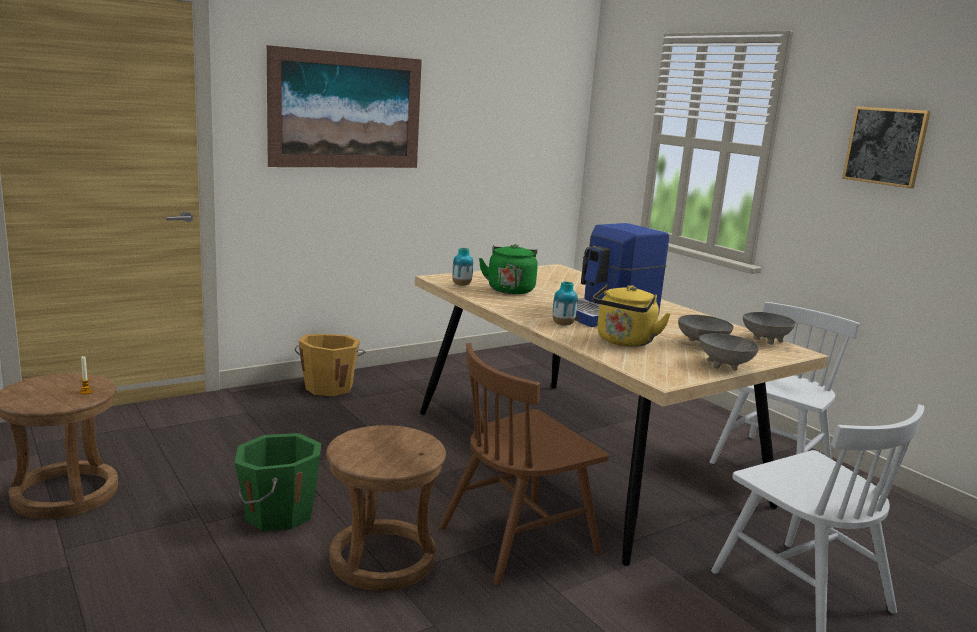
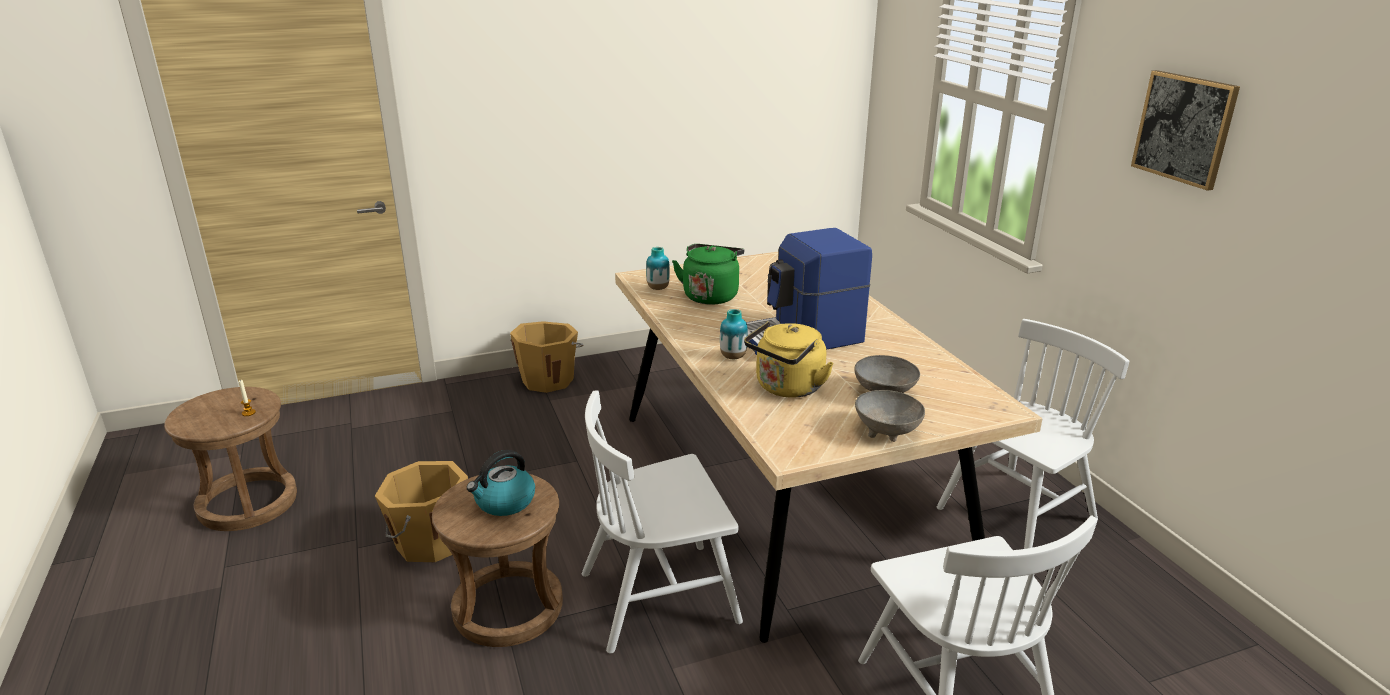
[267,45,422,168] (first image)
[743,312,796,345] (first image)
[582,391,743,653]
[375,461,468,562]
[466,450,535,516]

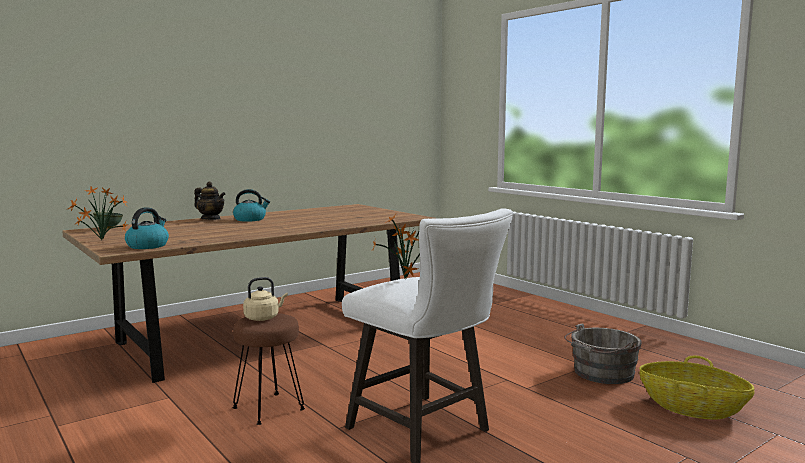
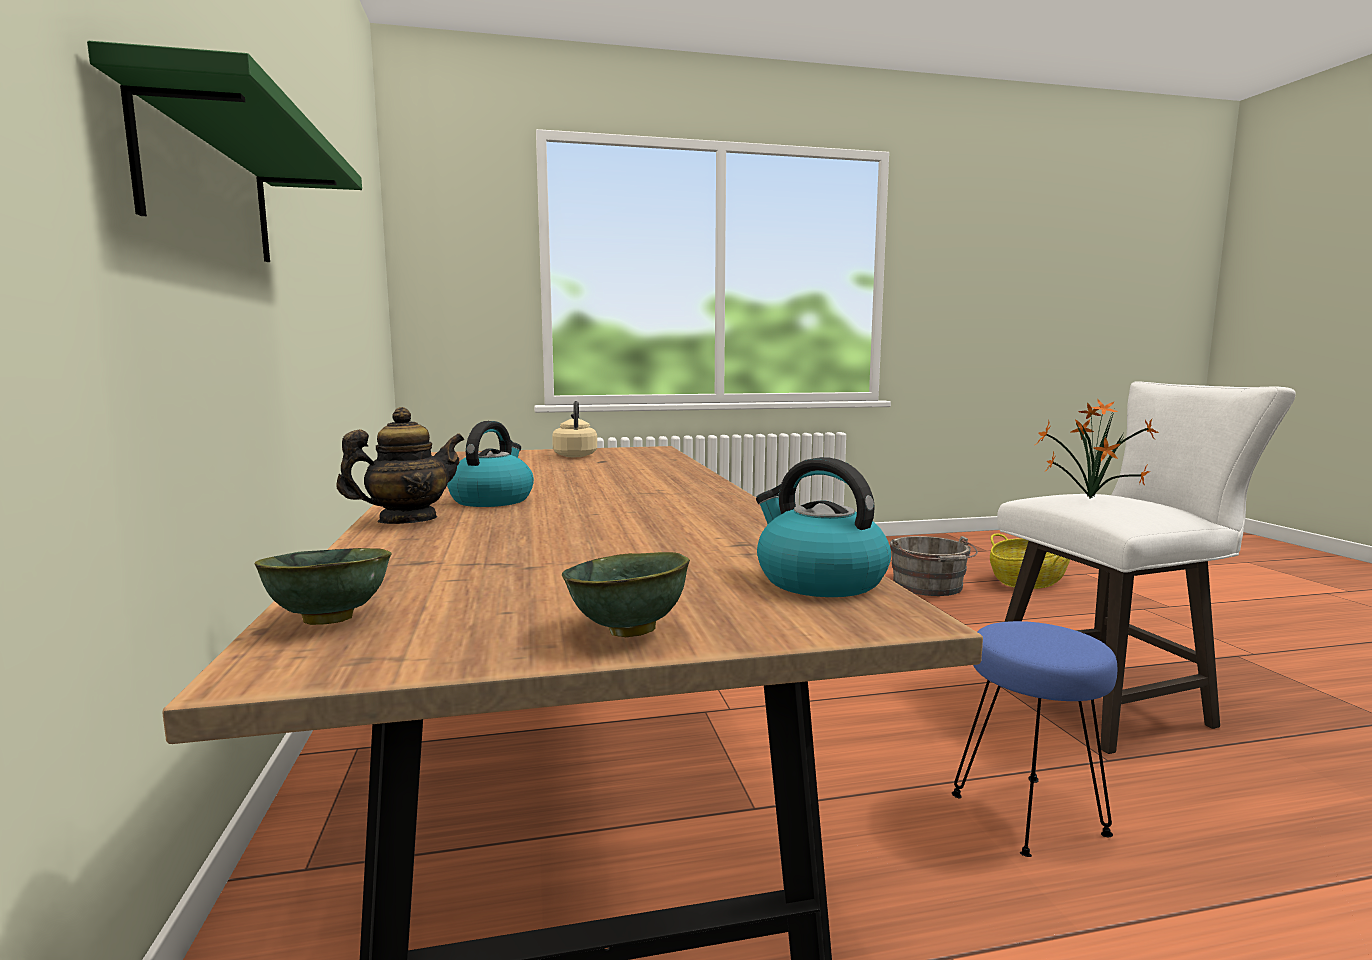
[562,552,690,637]
[552,401,597,457]
[952,621,1117,857]
[87,41,362,262]

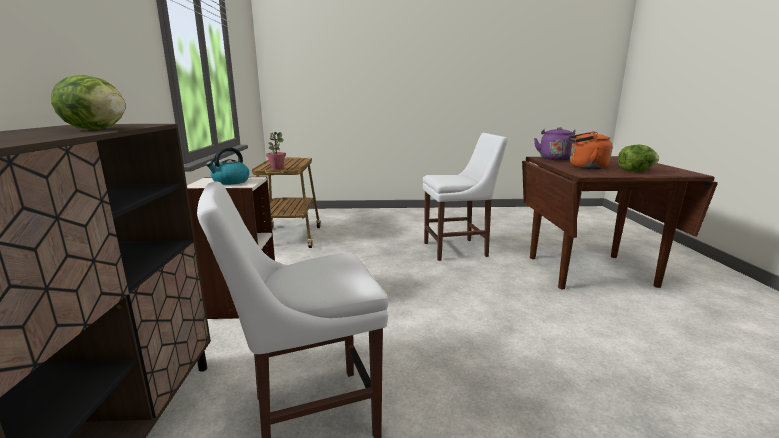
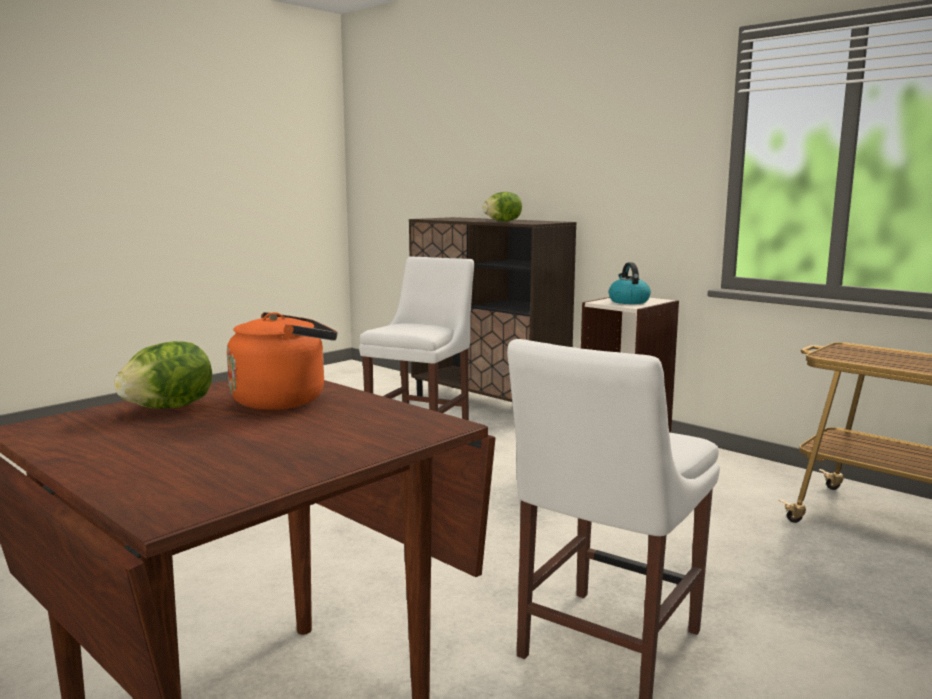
[534,127,576,160] (first image)
[266,132,286,170] (first image)

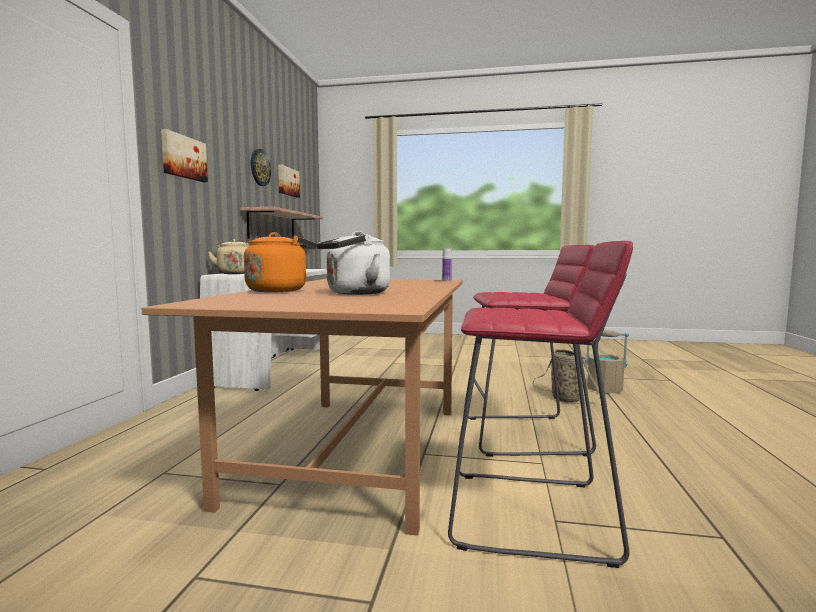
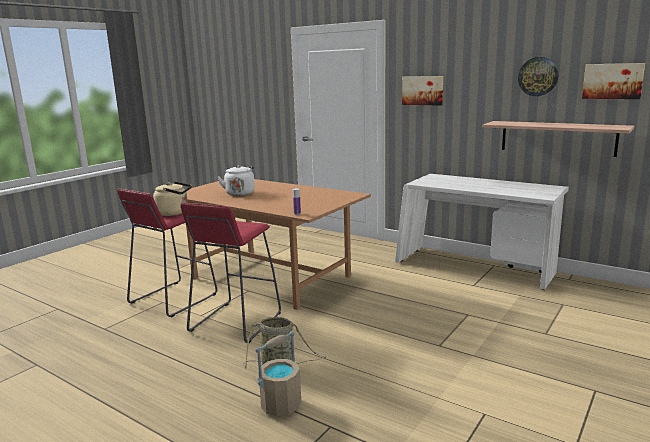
[244,232,317,292] (first image)
[153,181,192,216]

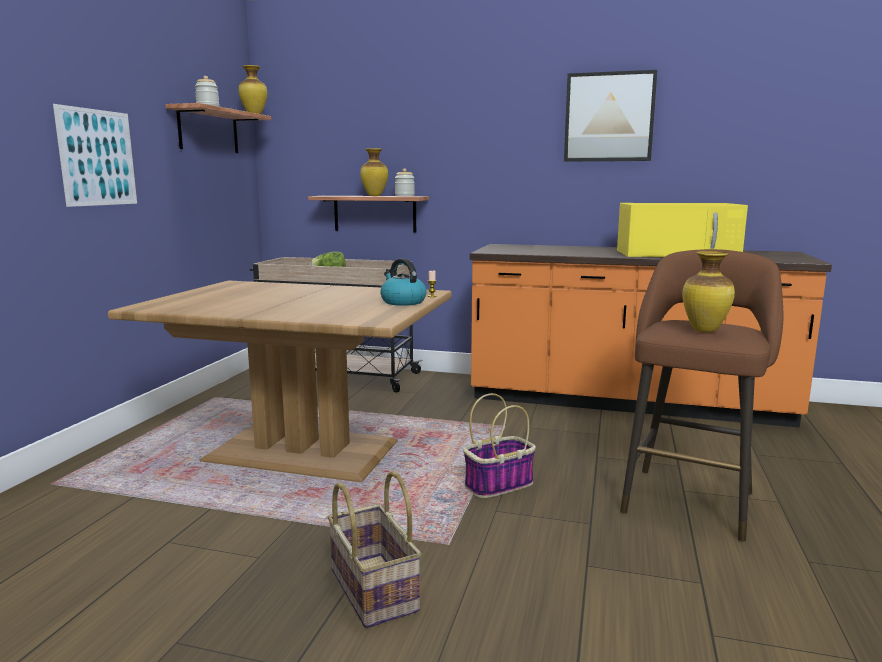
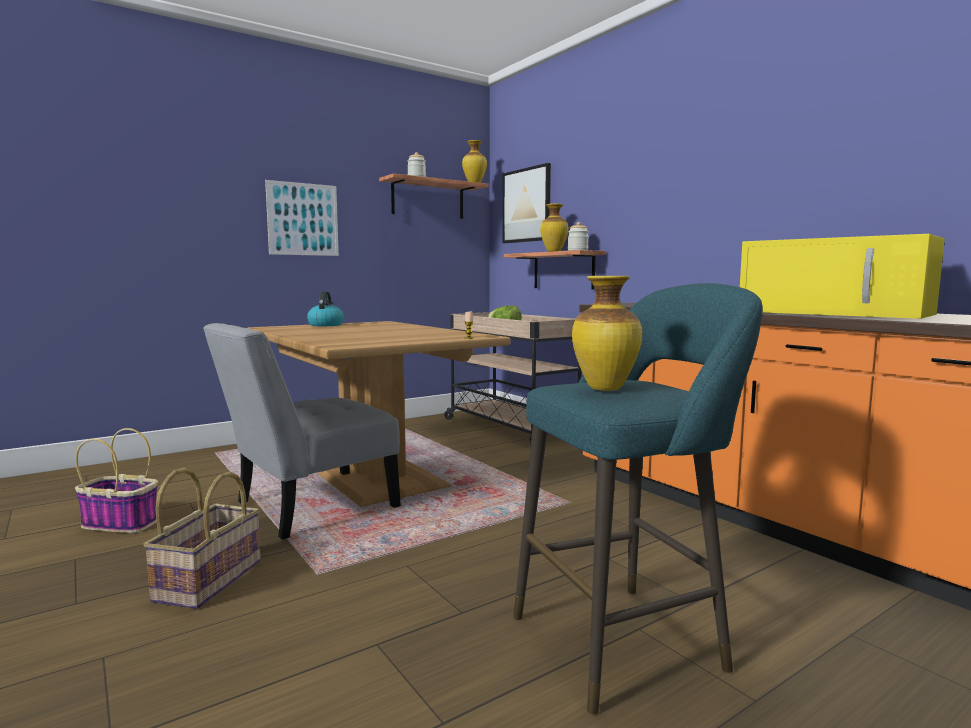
[503,163,551,243]
[513,283,763,714]
[307,291,344,326]
[75,428,158,533]
[203,323,401,539]

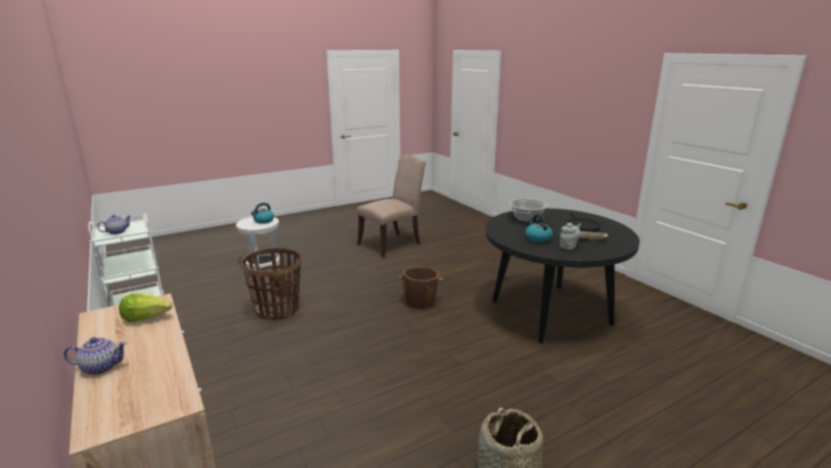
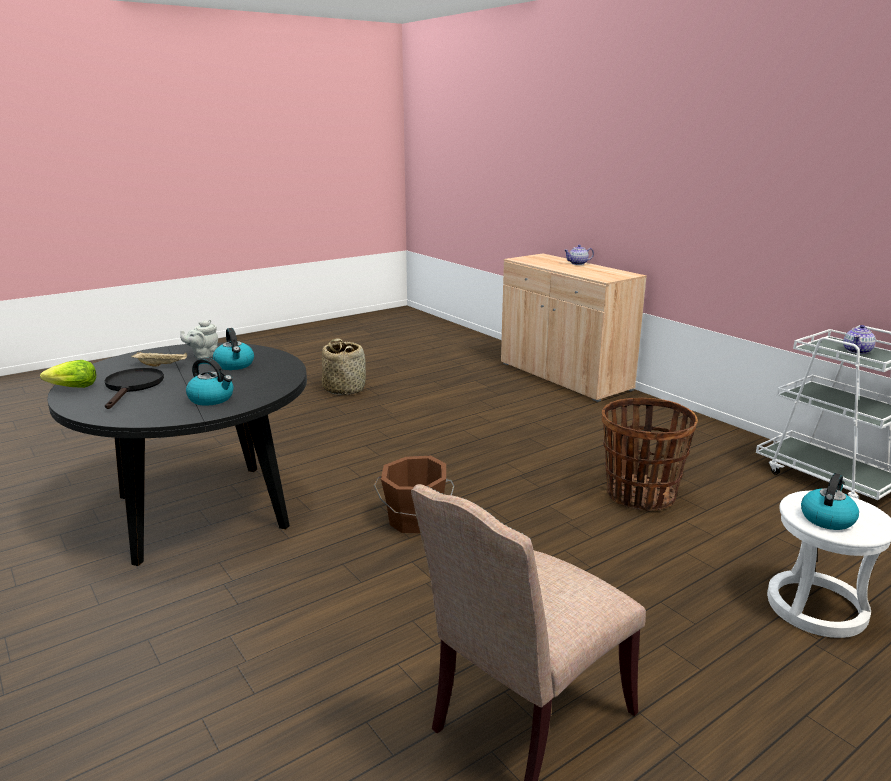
[186,357,233,406]
[40,360,97,388]

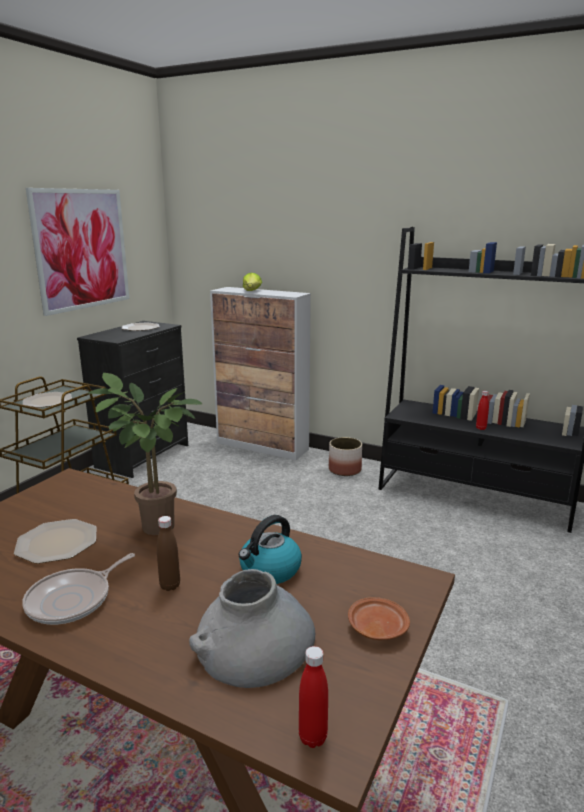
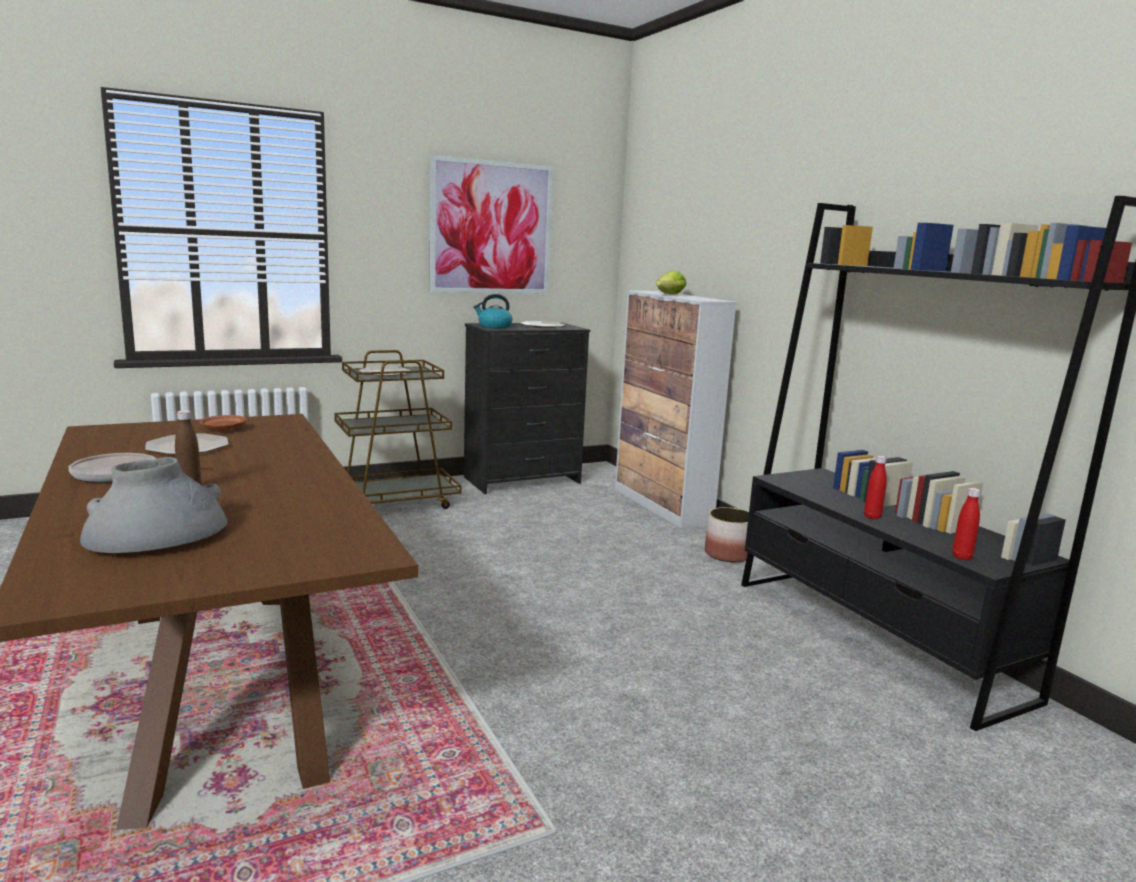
[87,373,202,535] (first image)
[473,294,512,328]
[199,415,247,431]
[952,488,981,560]

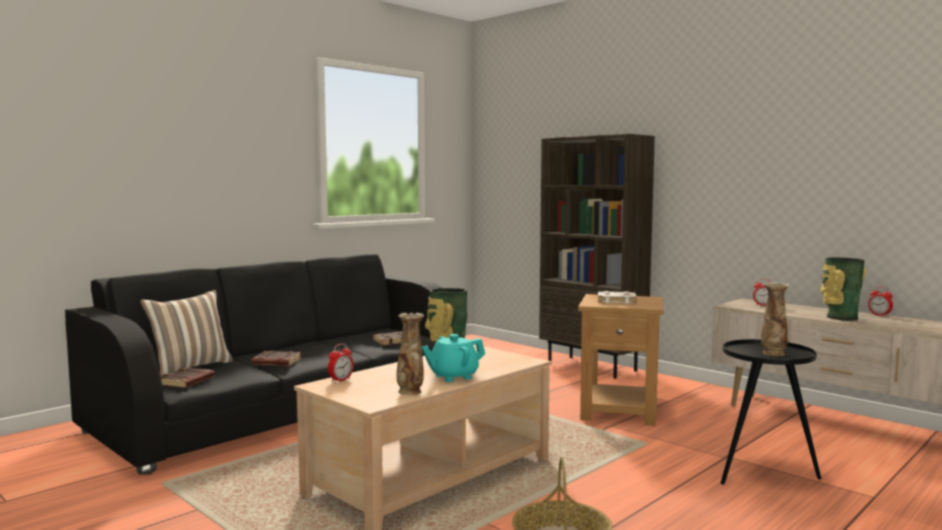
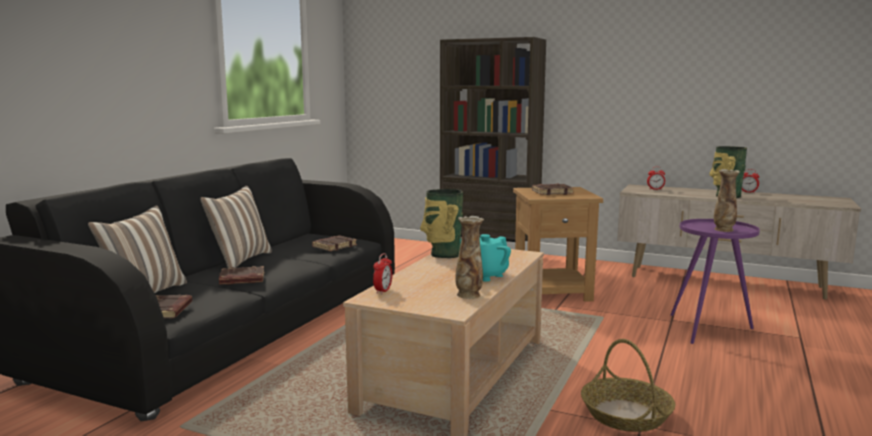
[532,184,574,195]
[671,219,760,344]
[200,186,272,268]

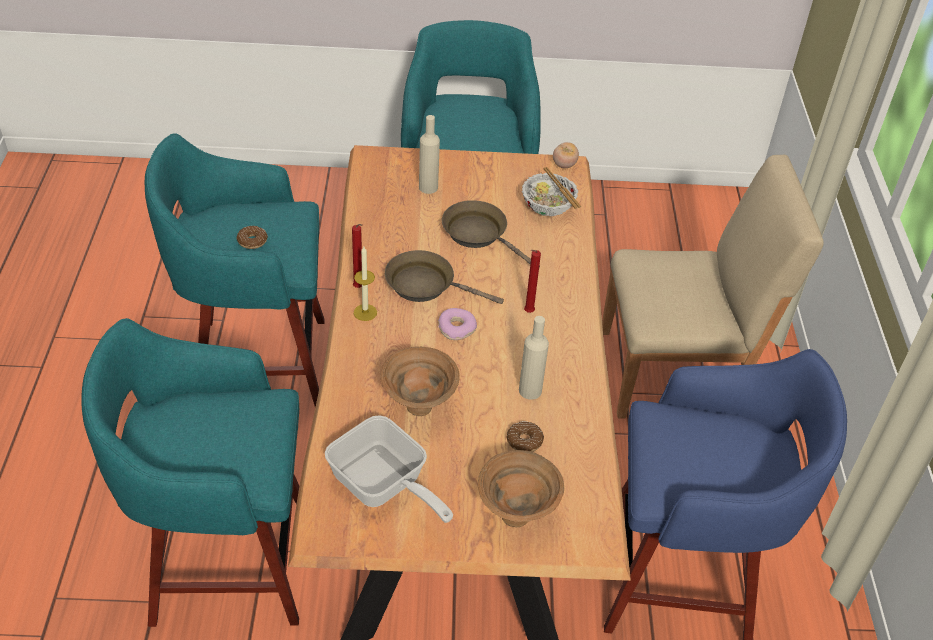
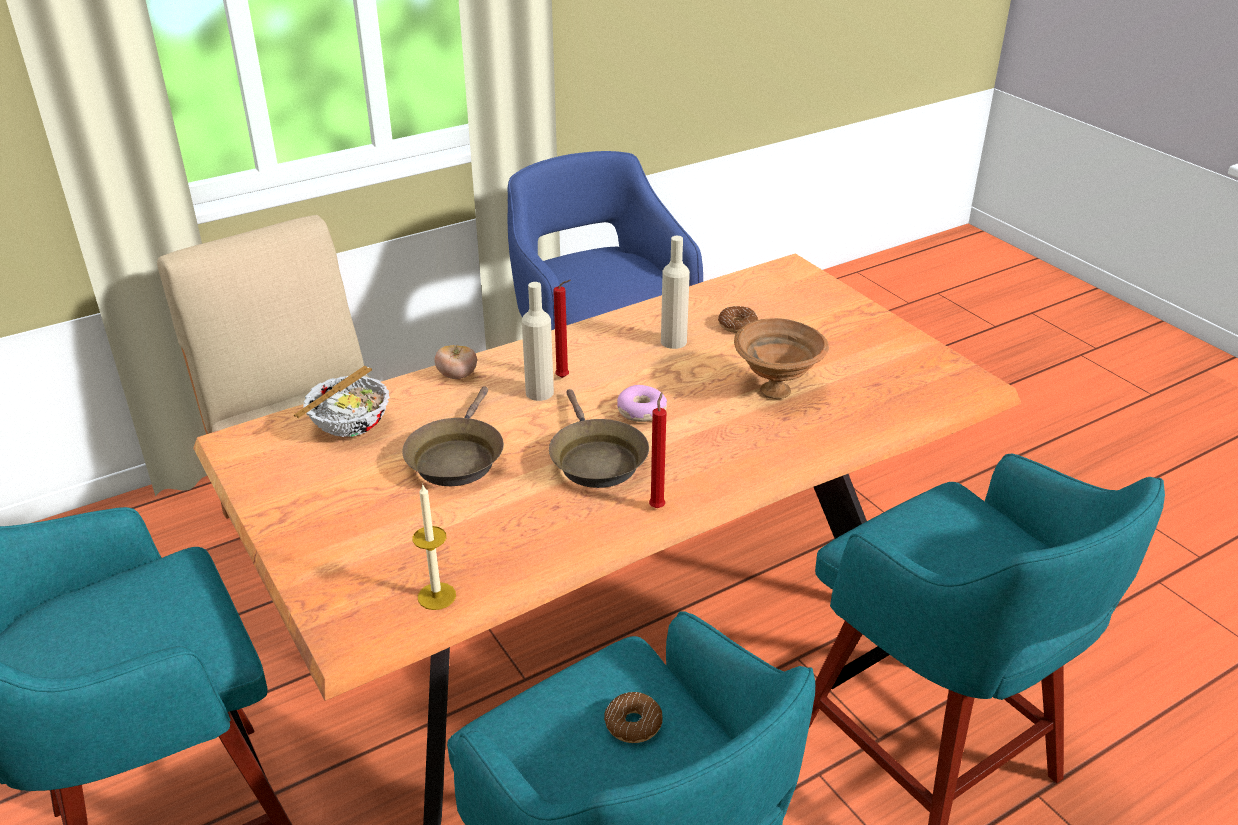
[522,282,554,401]
[435,344,477,379]
[413,485,456,610]
[325,415,453,523] (first image)
[478,450,564,527] (first image)

